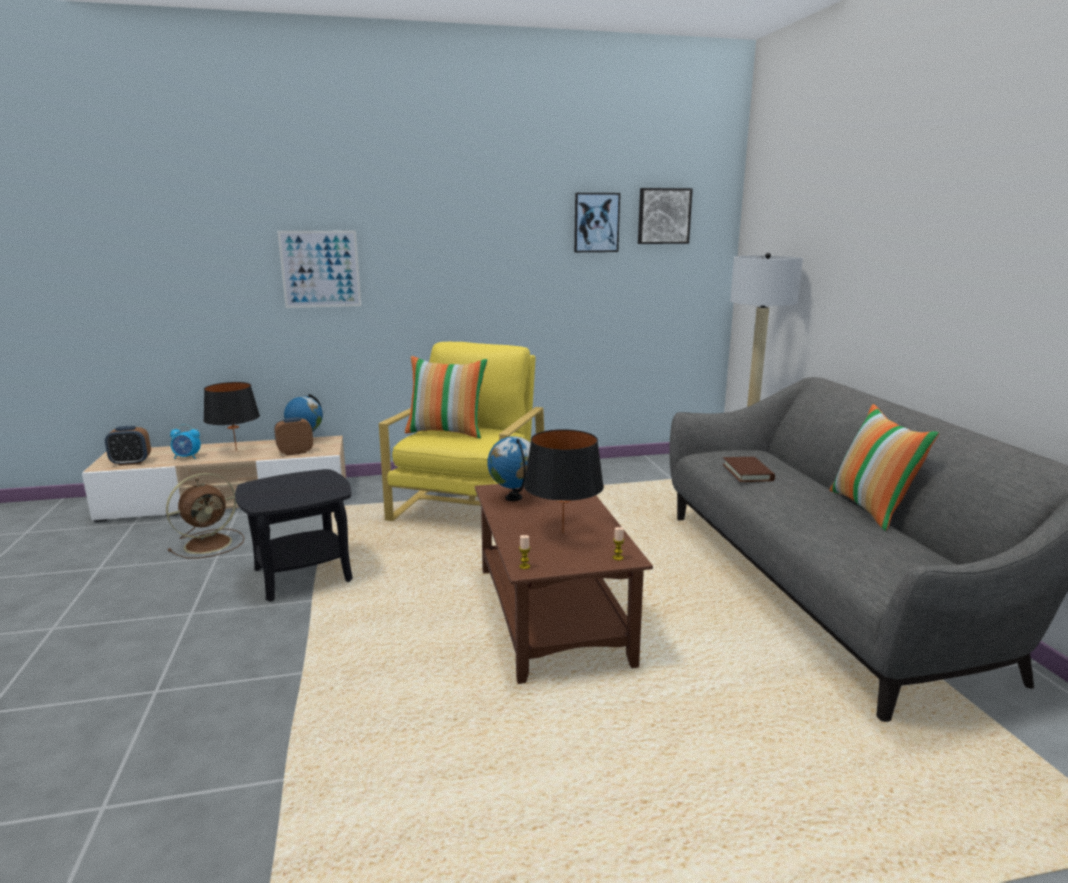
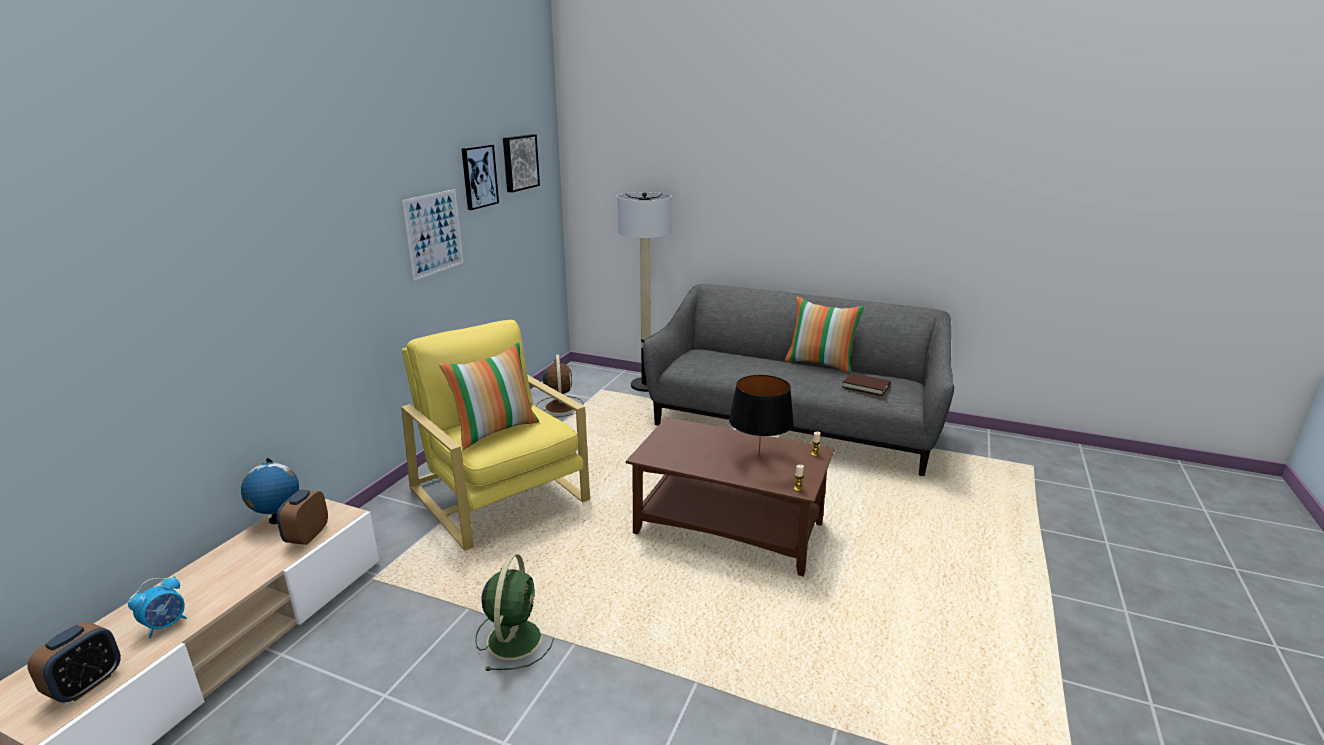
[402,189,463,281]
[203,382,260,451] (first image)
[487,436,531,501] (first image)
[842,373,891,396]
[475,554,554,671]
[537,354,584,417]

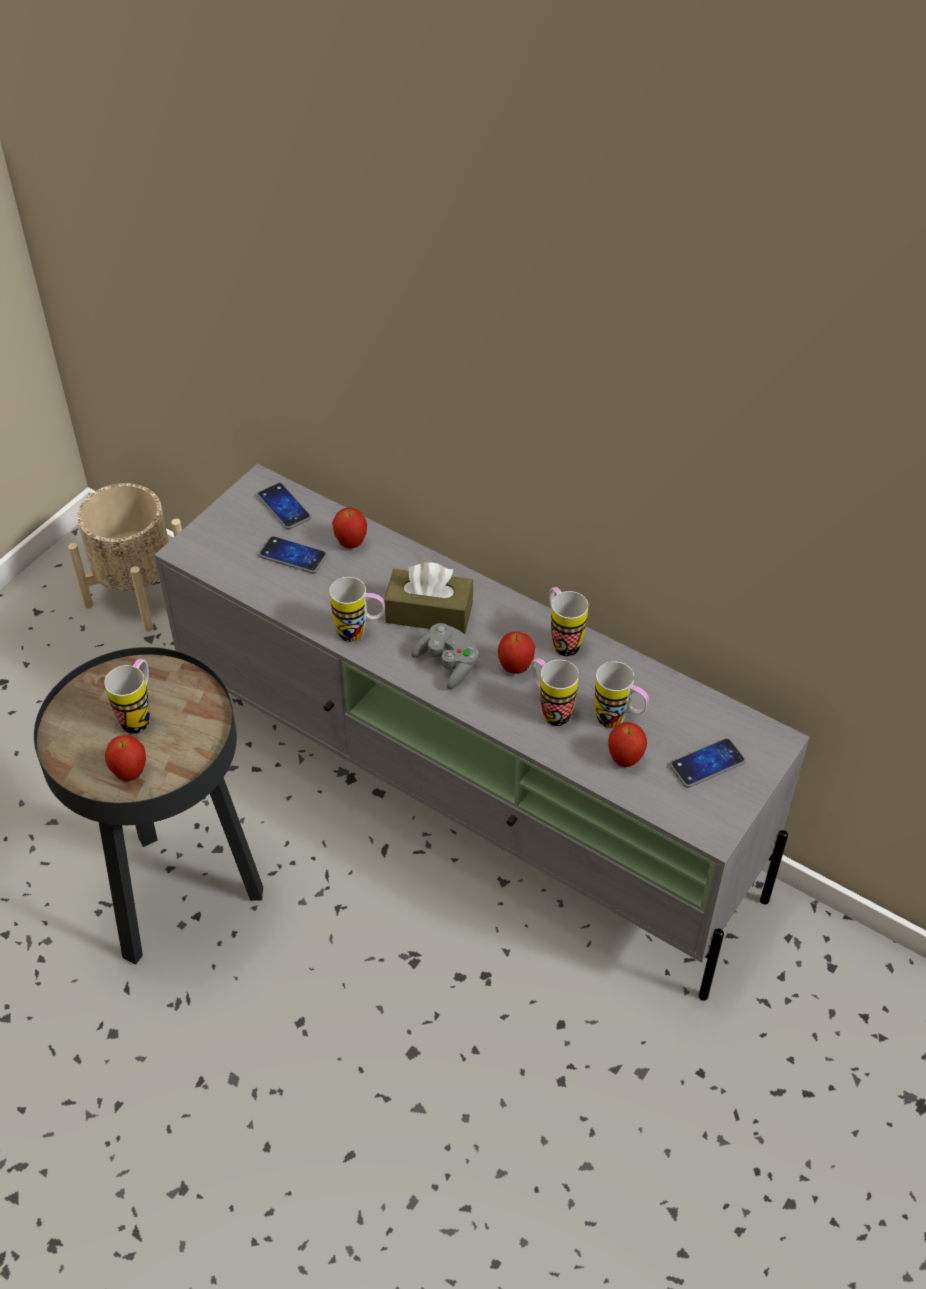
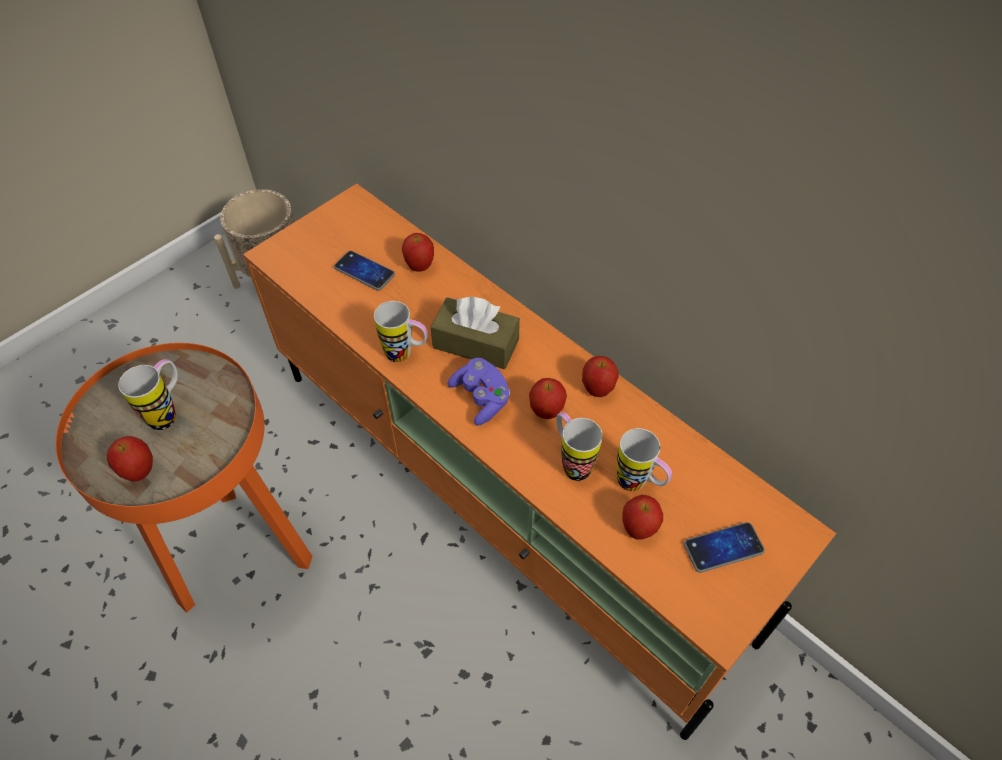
[243,183,836,740]
[257,483,311,529] (first image)
[582,356,619,397]
[447,358,510,425]
[56,343,312,612]

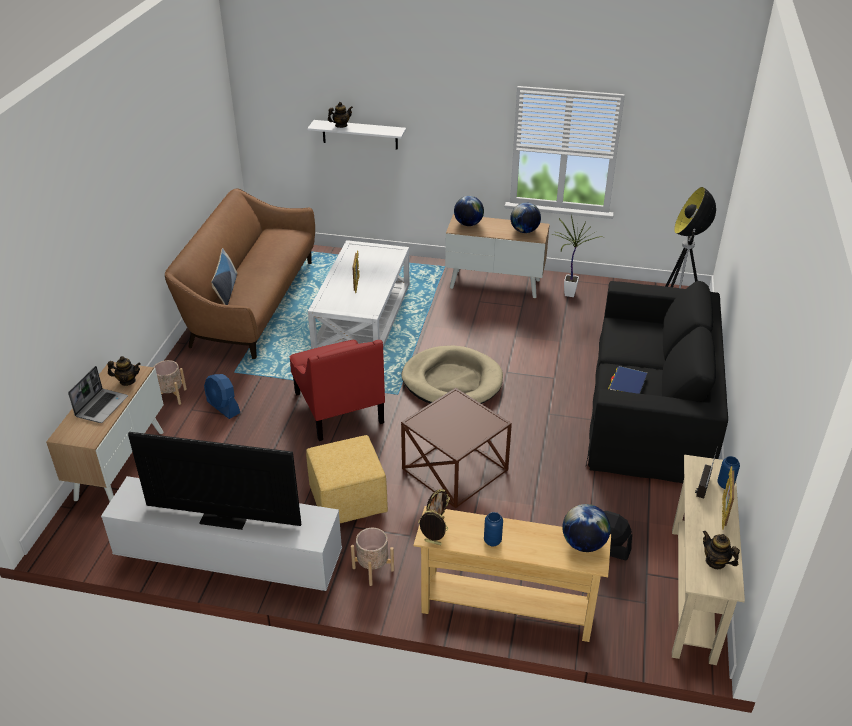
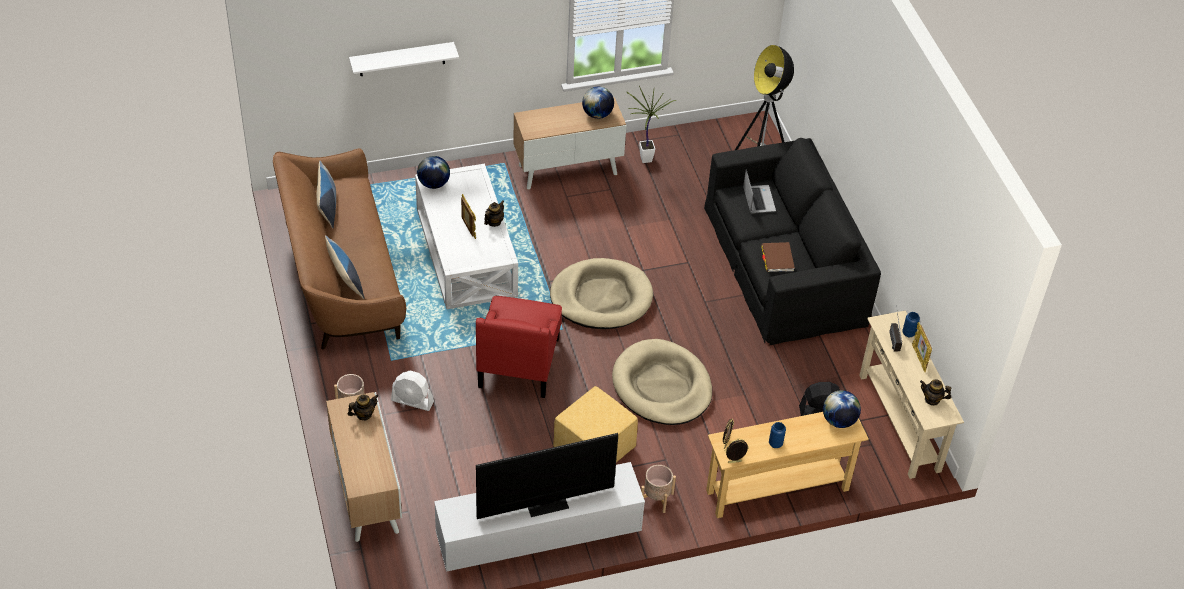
[484,201,504,227]
[417,156,450,189]
[476,296,562,398]
[743,169,776,214]
[761,242,795,272]
[391,371,434,411]
[612,339,712,425]
[317,161,336,228]

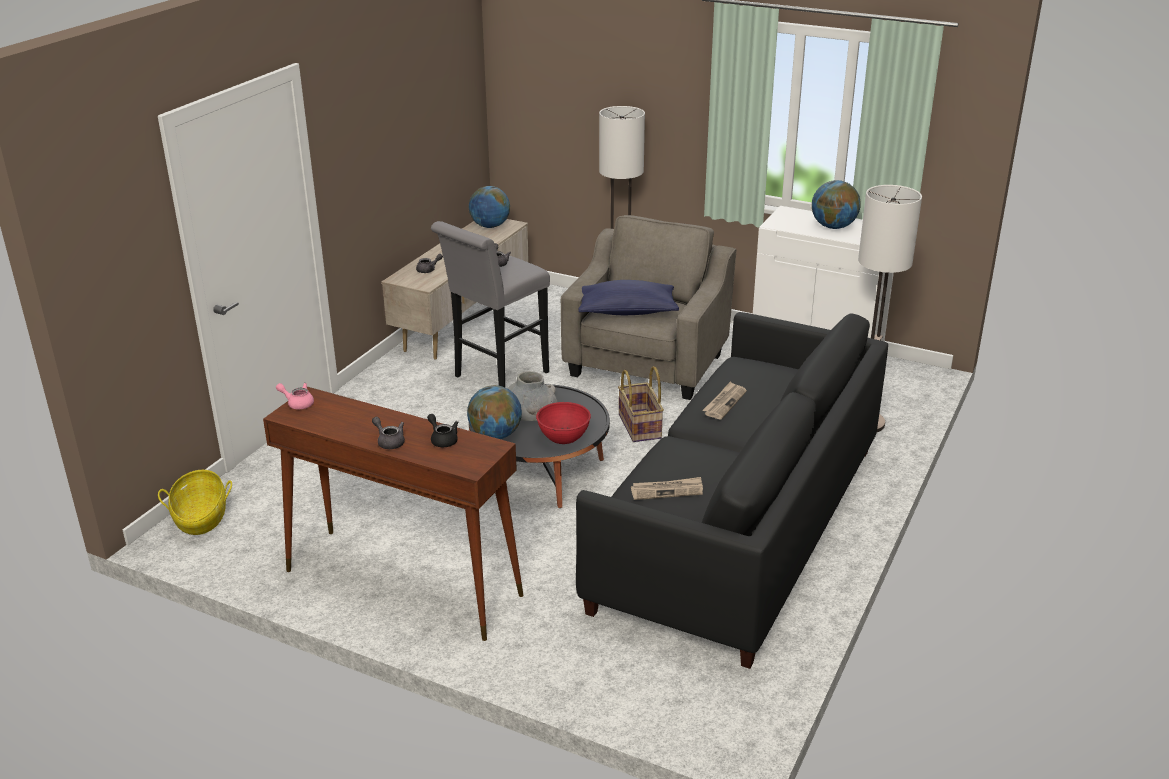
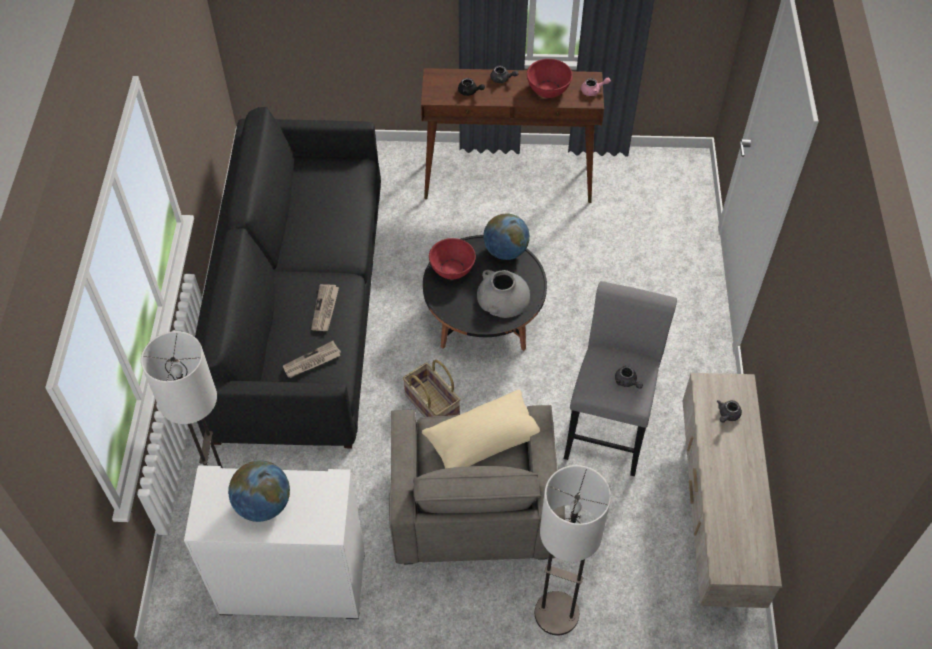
[469,186,510,228] (first image)
[422,389,540,468]
[158,470,232,535] (first image)
[283,341,341,378]
[527,59,573,98]

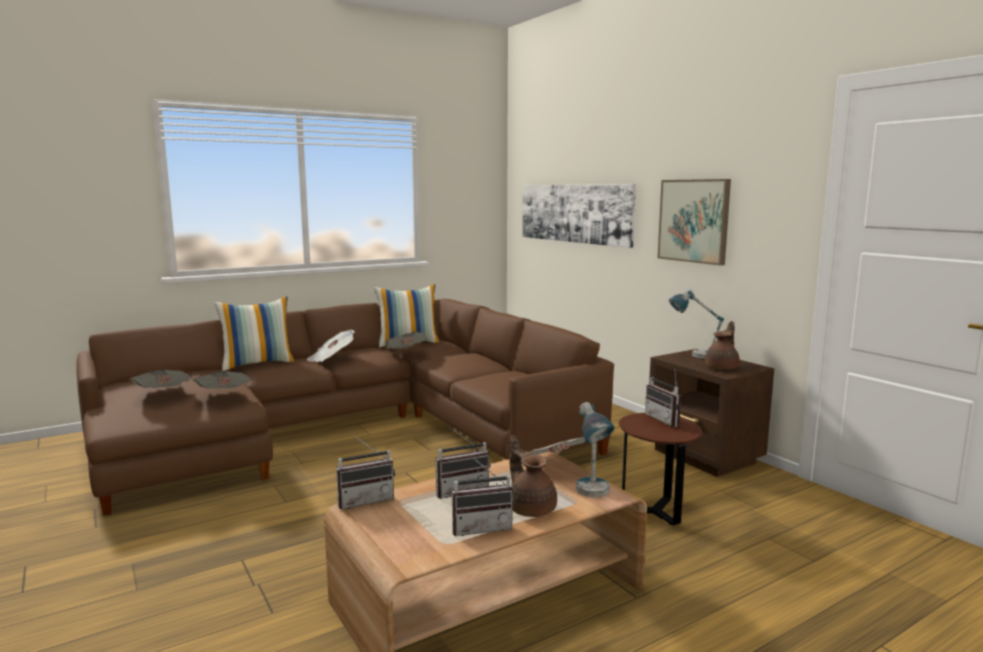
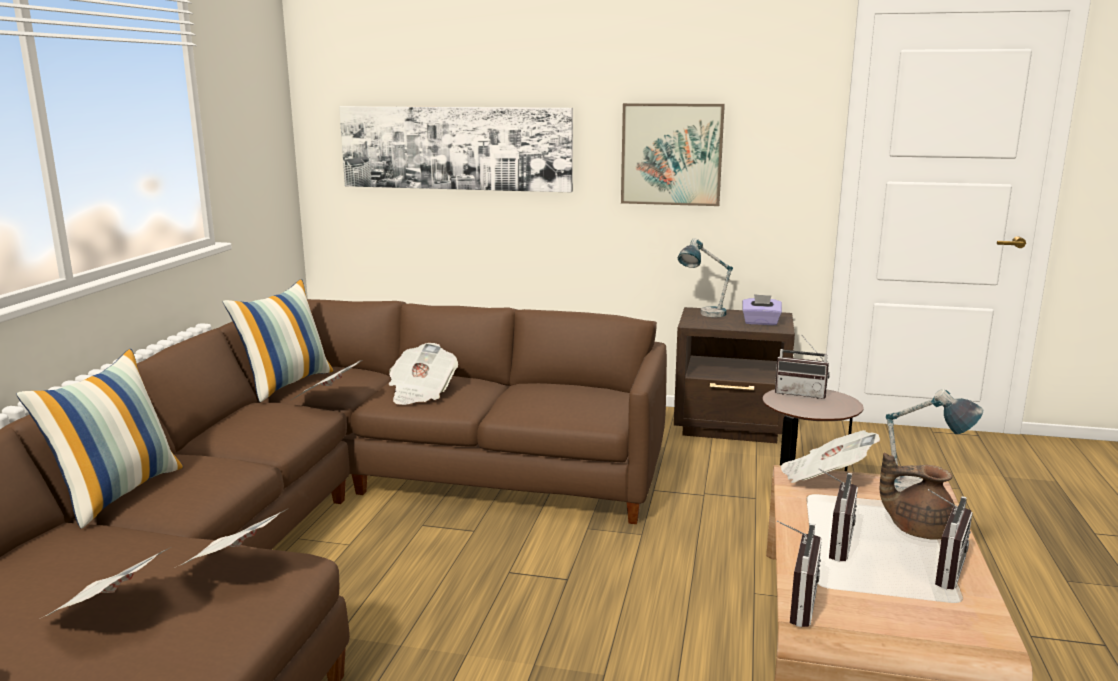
[742,294,782,325]
[389,343,458,405]

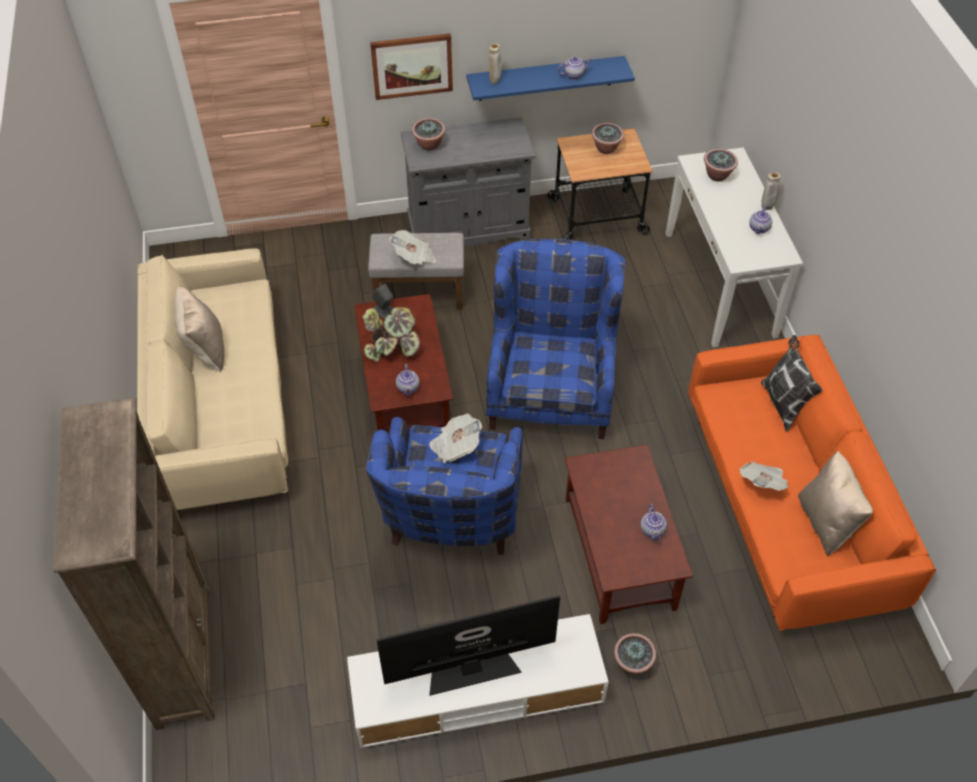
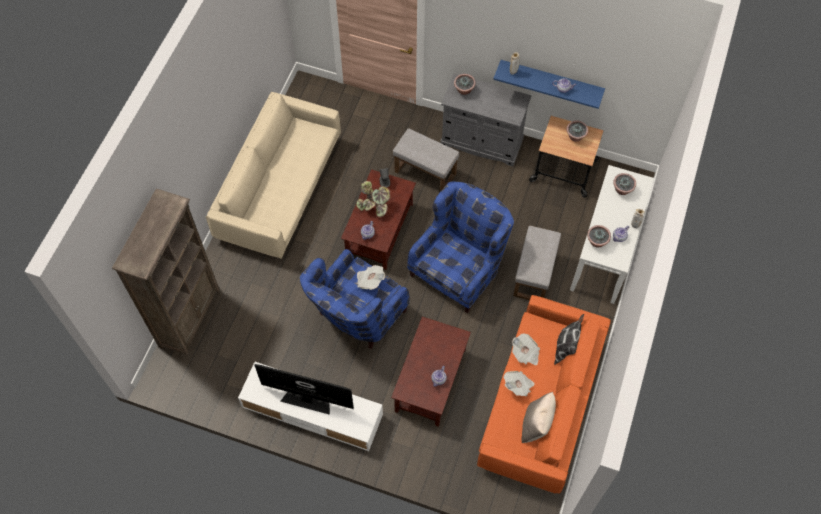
[370,33,453,100] (first image)
[512,334,540,365]
[175,285,224,372] (first image)
[587,225,611,248]
[513,226,561,300]

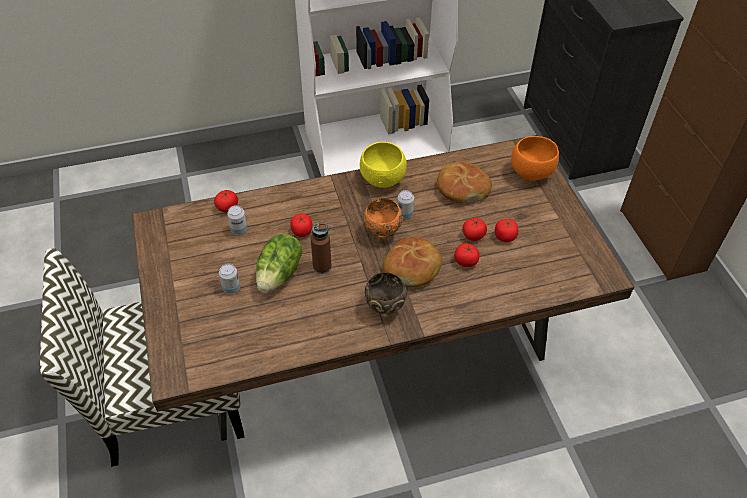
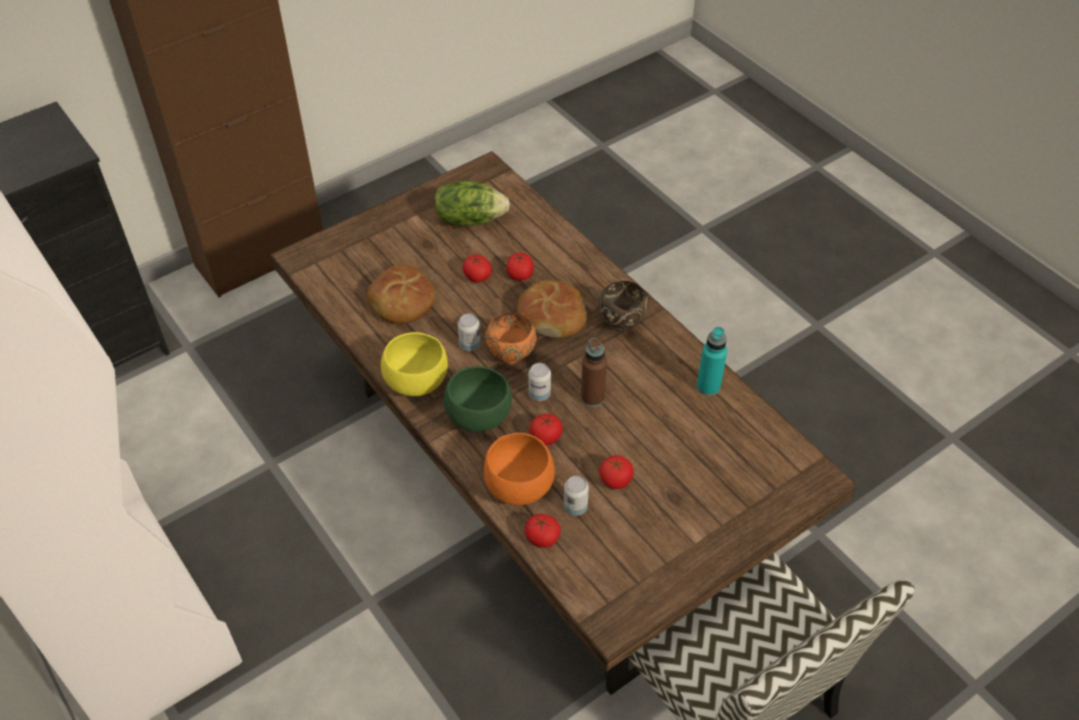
[484,433,555,505]
[599,455,634,489]
[434,181,510,226]
[528,363,551,401]
[697,327,727,396]
[443,366,512,432]

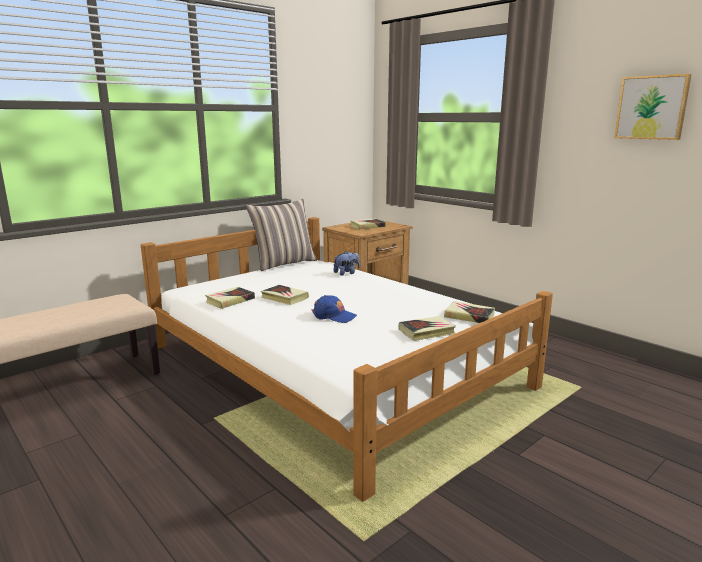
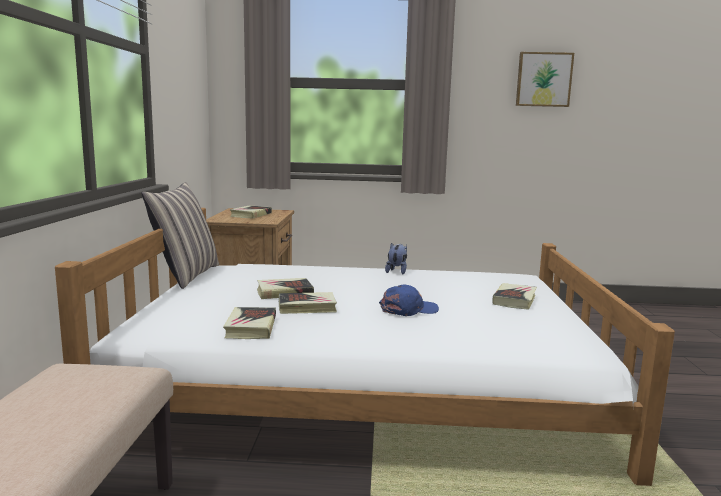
[385,243,407,274]
[257,278,314,299]

